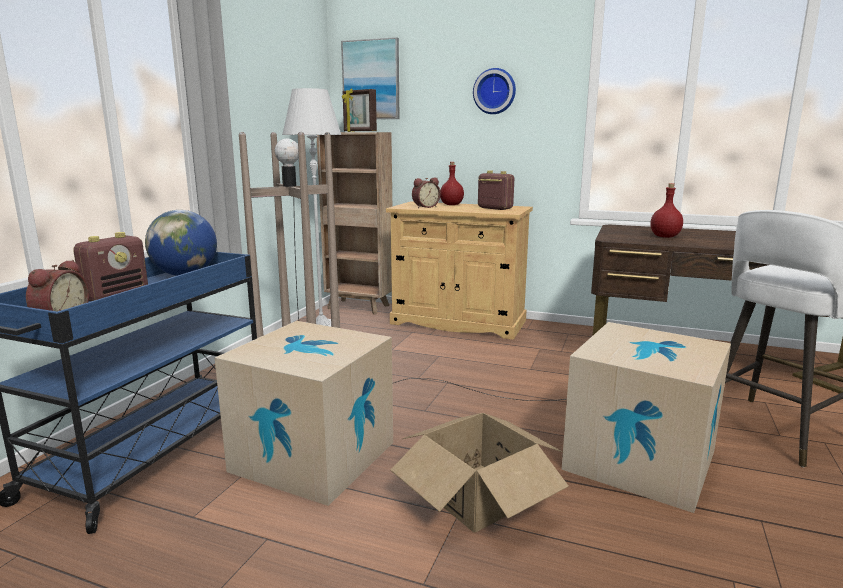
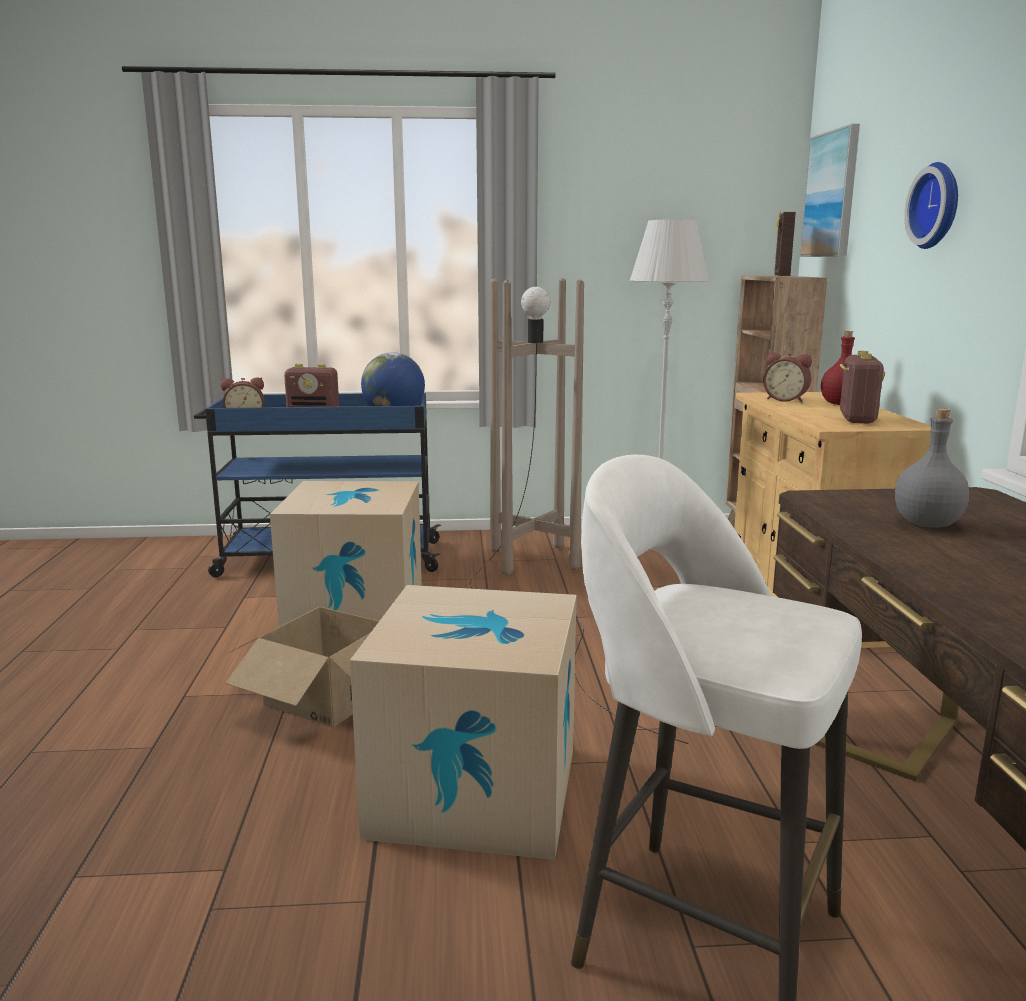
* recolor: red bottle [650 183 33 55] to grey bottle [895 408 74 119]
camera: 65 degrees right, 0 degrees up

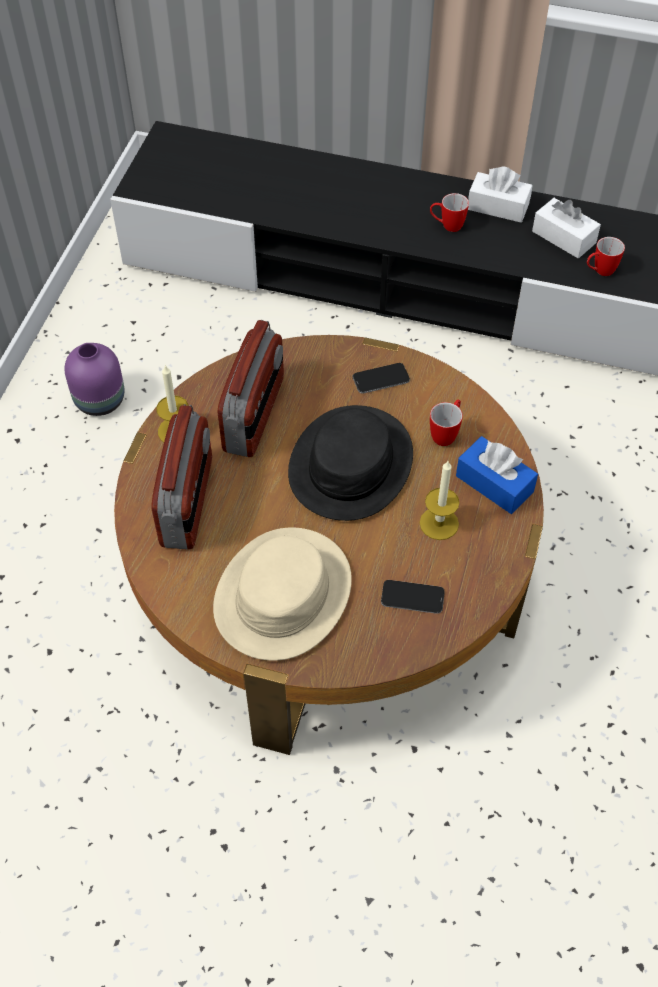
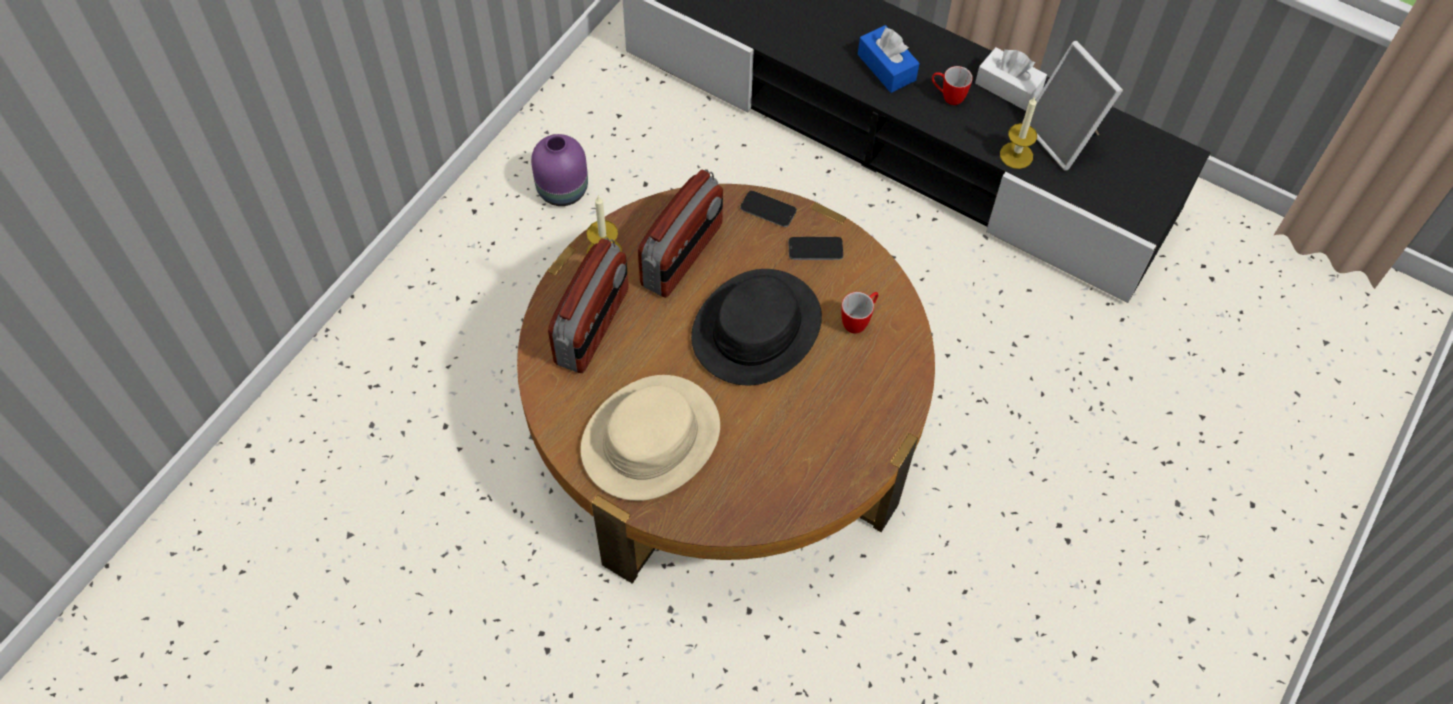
* move: phone [381 580 64 34] to [740 191 57 36]
* move: candle [420 461 40 79] to [1000 96 37 73]
* move: blue tissue box [456 436 82 78] to [858 25 62 68]
* replace: white tissue box [532 198 69 60] to picture frame [1022 41 101 130]
* delete: mug [587 237 38 39]
camera: 15 degrees right, 5 degrees up

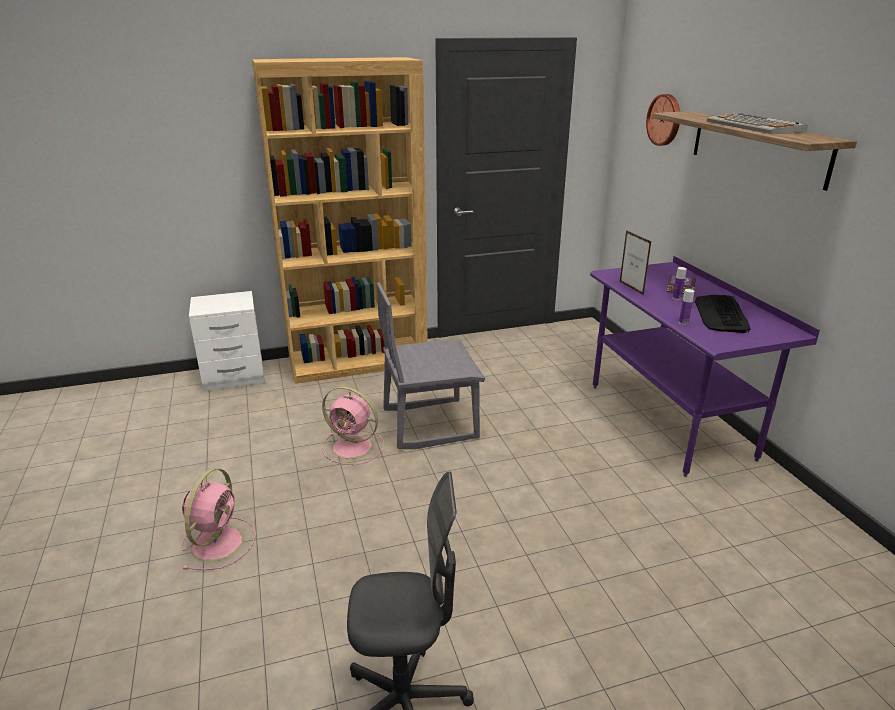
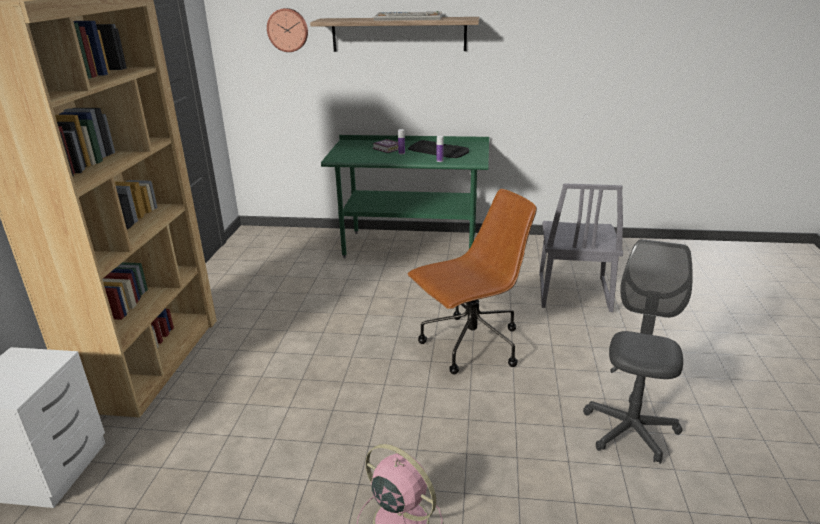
* delete: pink fan [322 386 62 79]
* move: grey chair [377 282 108 167] to [539 183 84 129]
* recolor: purple desk [590 256 230 221] to green desk [321 135 168 123]
* delete: picture frame [620 230 32 65]
* insert: brown office chair [408 189 129 185]
camera: 65 degrees left, 0 degrees up

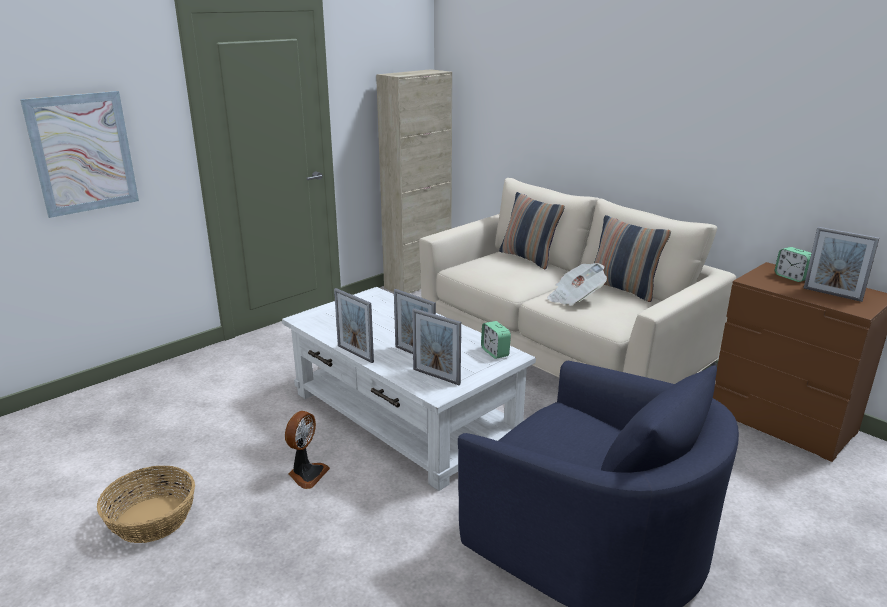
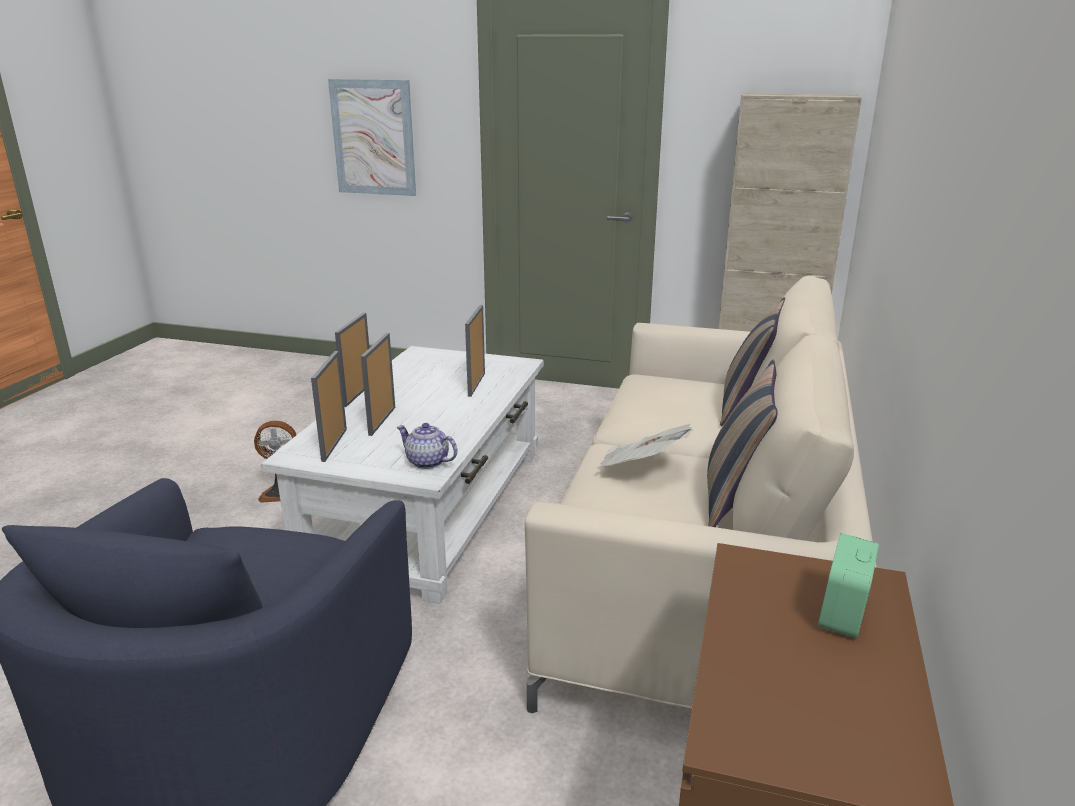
* delete: basket [97 466 98 77]
* replace: alarm clock [481 321 30 38] to teapot [397 423 60 46]
* move: picture frame [803 227 76 75] to [465 305 20 92]
camera: 60 degrees right, 0 degrees up

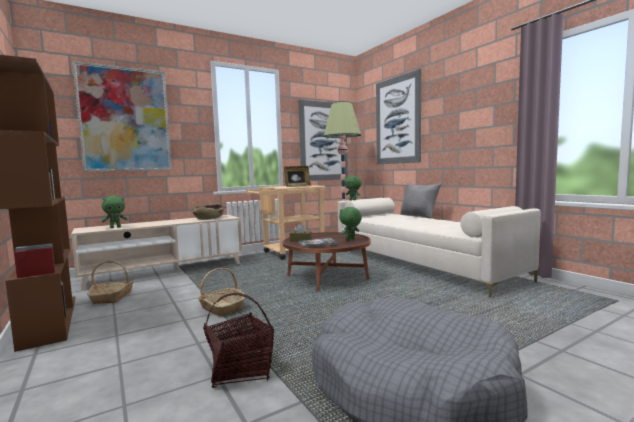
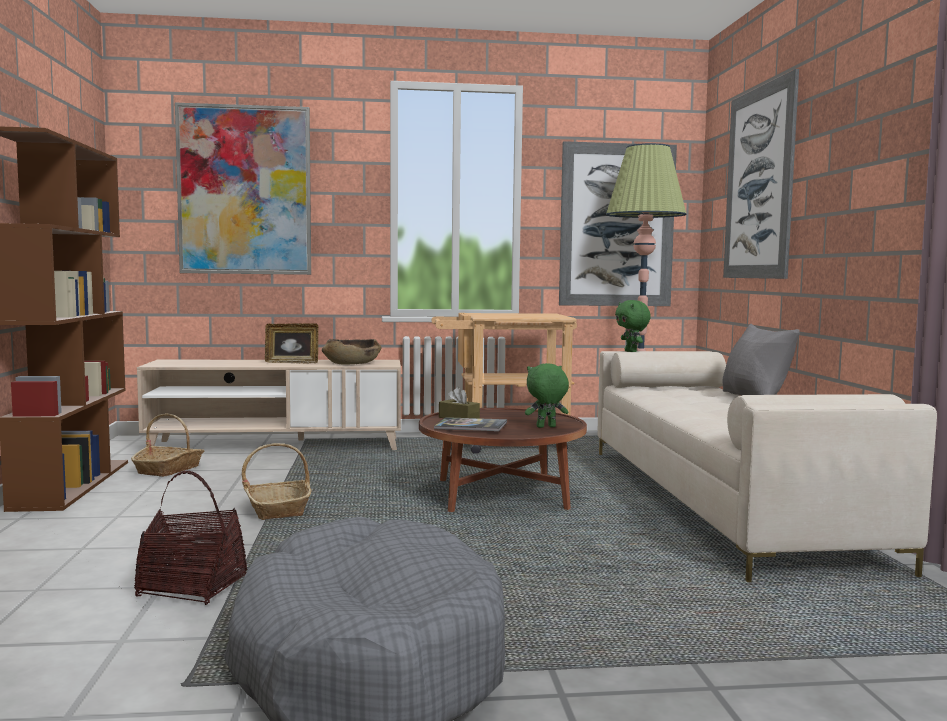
* delete: green plush toy [102 196 26 32]
* move: picture frame [284 166 27 21] to [265 323 53 41]
camera: 25 degrees right, 0 degrees up

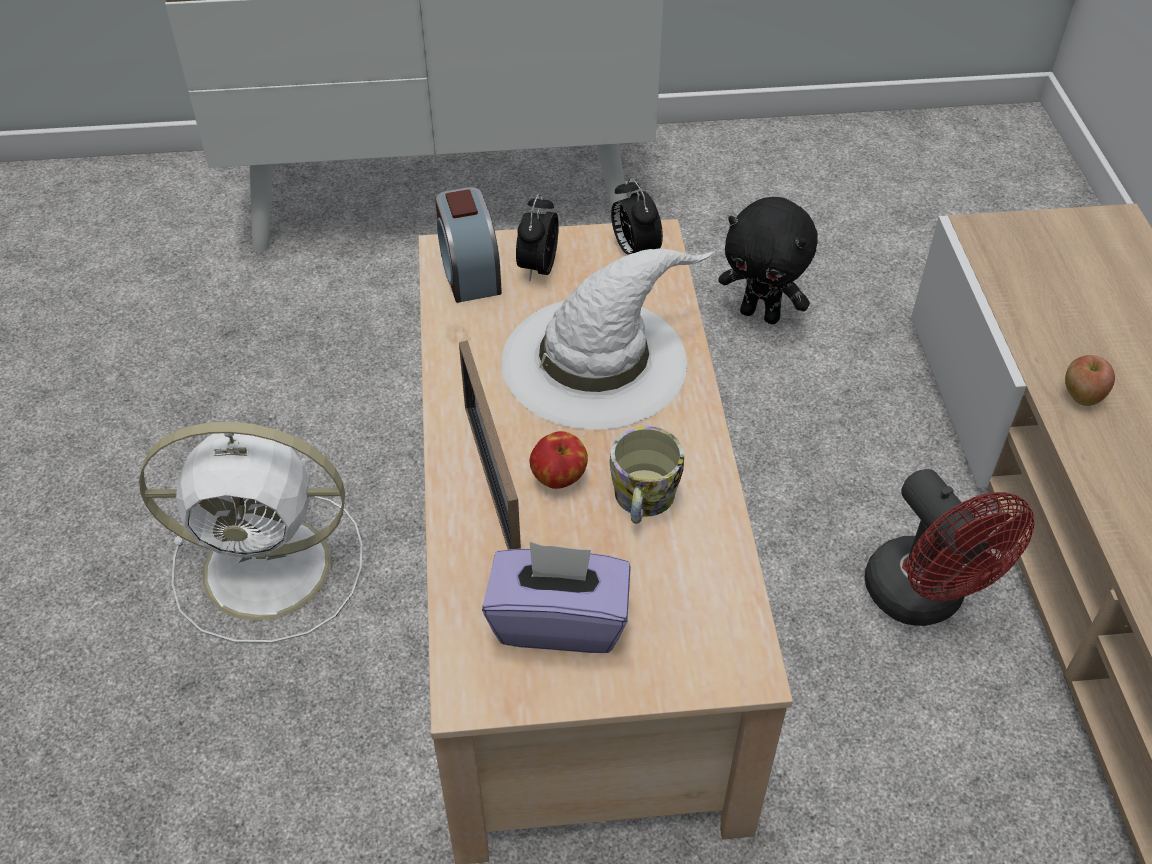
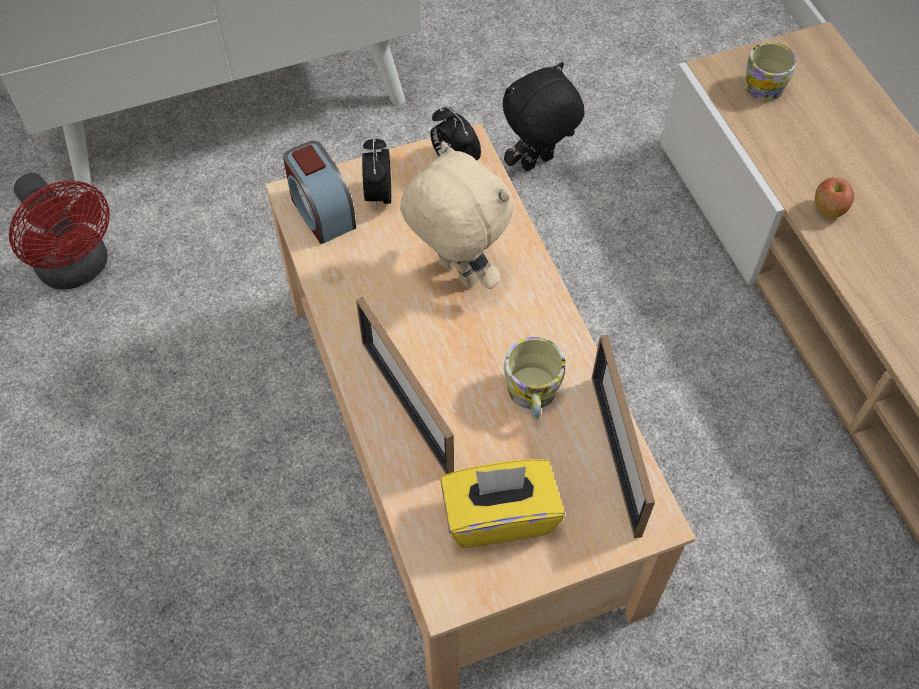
* delete: white fan [139 422 224 221]
* recolor: purple tissue box [482 542 149 111] to yellow tissue box [441 459 124 89]
* replace: white hat [502 249 214 181] to beige plush toy [400 142 114 147]
* delete: apple [530 431 58 58]
* rotate: black plush toy [718 197 100 127] = [503 62 82 109] 135 degrees clockwise
* move: red fan [865 469 169 157] to [9 173 101 117]
* insert: picture frame [591 335 64 203]
* insert: mug [745 42 52 59]
camera: 15 degrees left, 10 degrees up

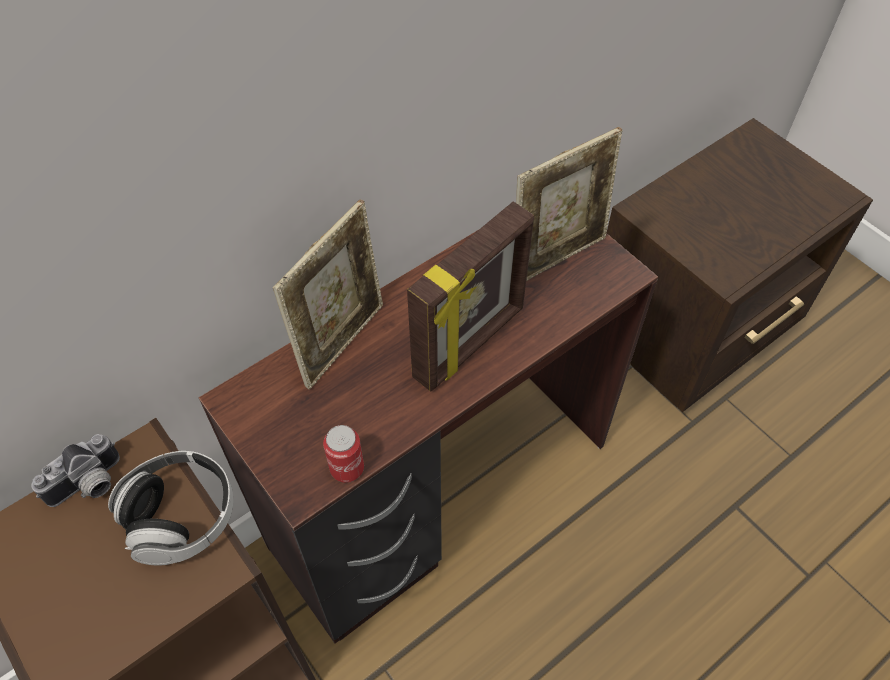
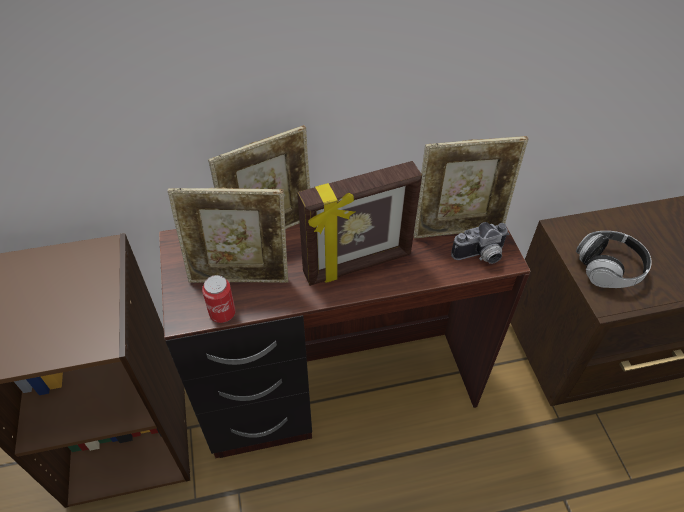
* move: photo camera [31 434 89 73] to [451 222 58 42]
* move: headphones [108 451 125 115] to [576 231 76 57]
* insert: picture frame [168 187 120 96]
camera: 25 degrees right, 5 degrees down

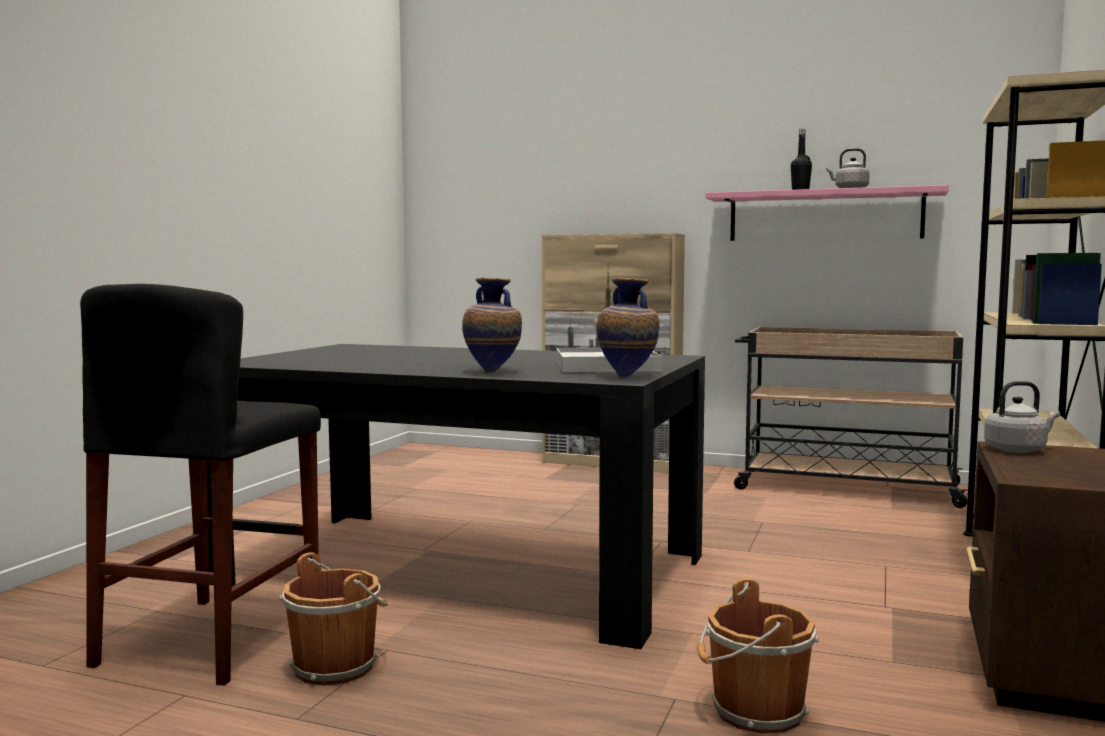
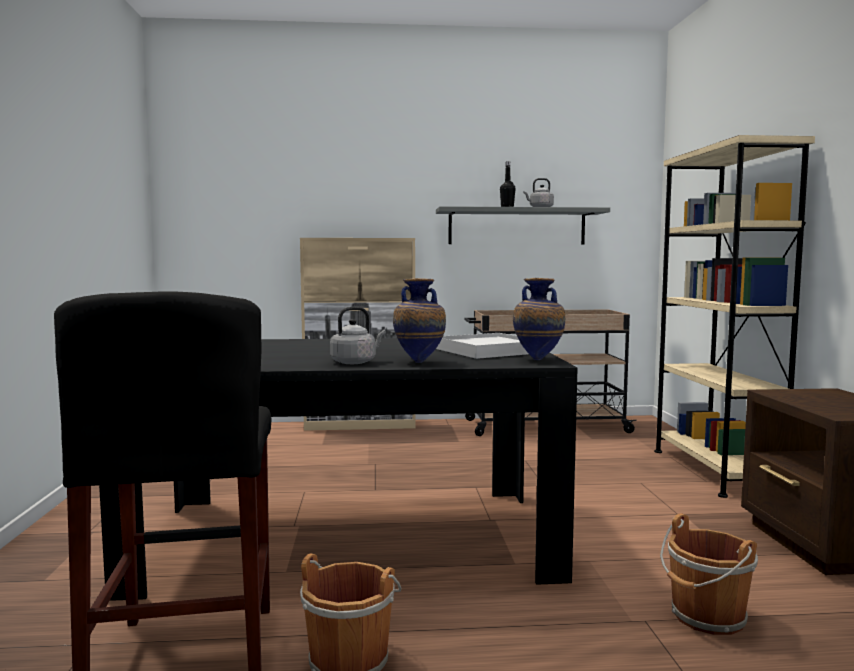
* recolor: pink shelf [706 185 243 56] to grey shelf [436 206 174 39]
* move: grey kettle [984 381 76 72] to [330 307 56 57]
camera: 25 degrees left, 0 degrees up

